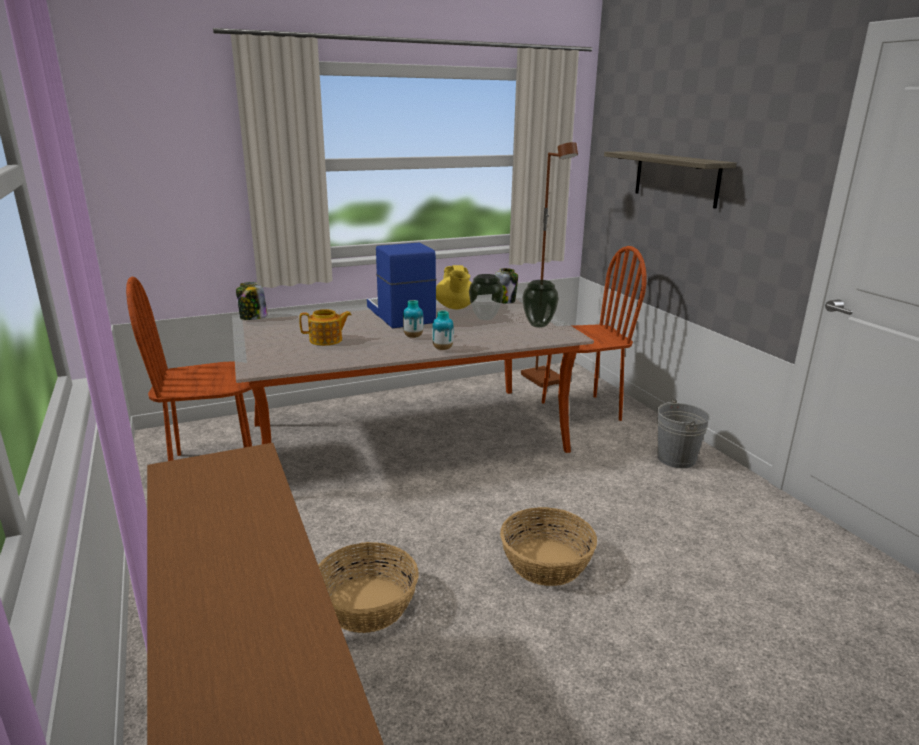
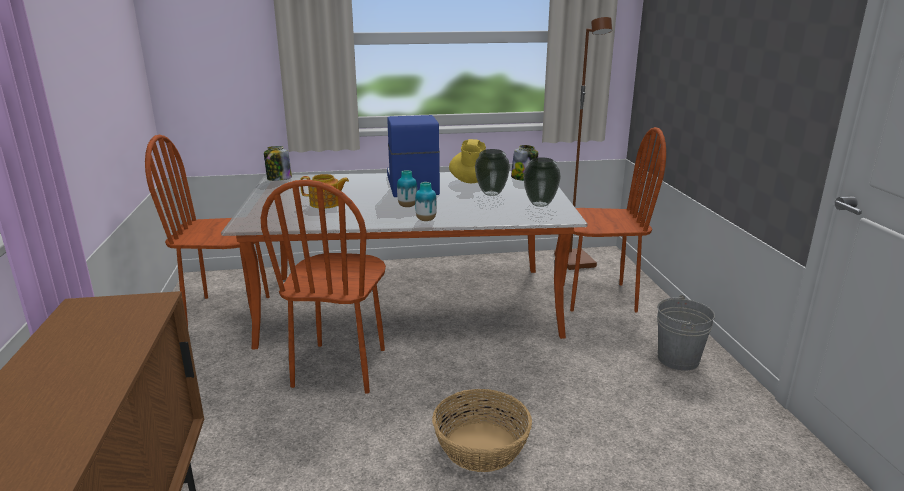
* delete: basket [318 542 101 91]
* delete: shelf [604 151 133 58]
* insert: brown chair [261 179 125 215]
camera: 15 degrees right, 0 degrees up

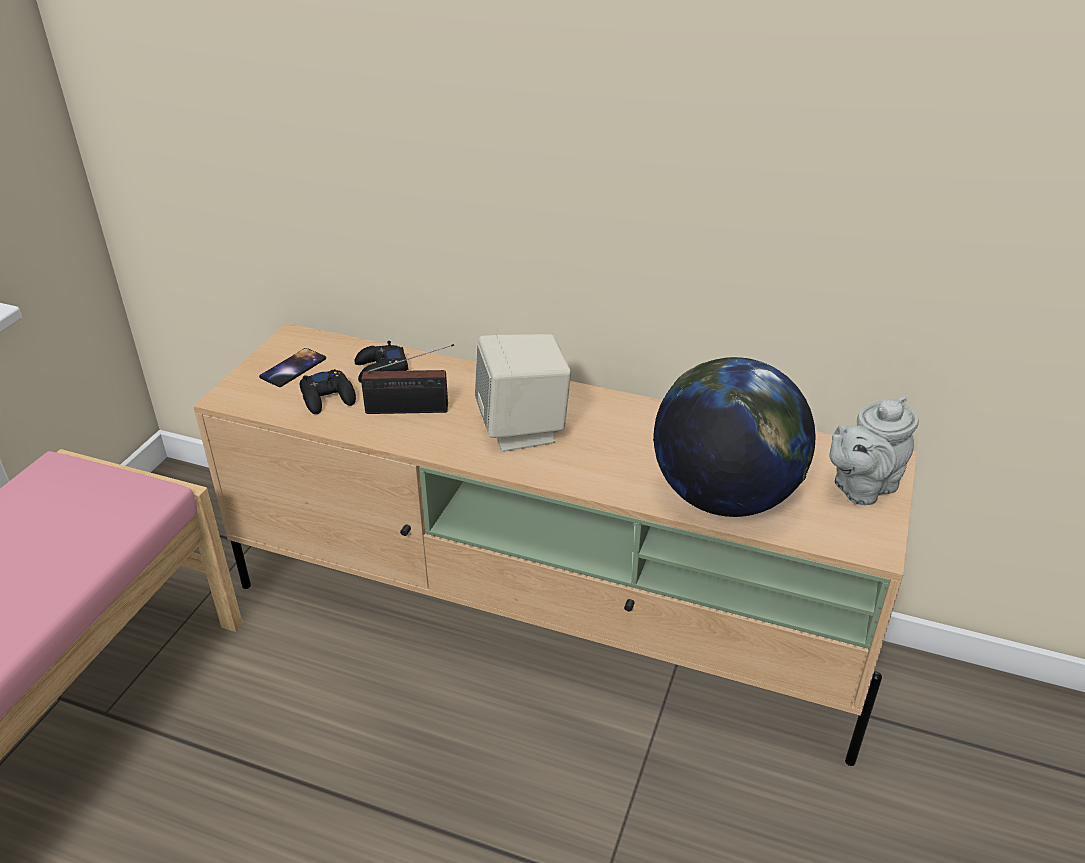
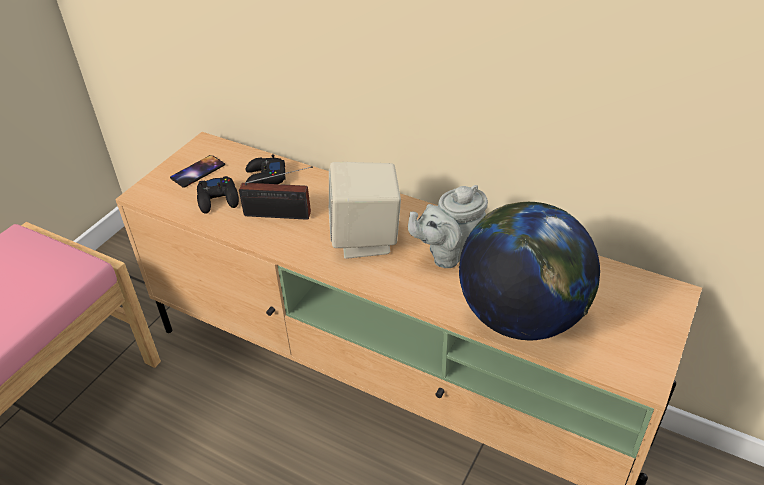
* move: grey teapot [829 397 90 108] to [408 185 80 83]
camera: 10 degrees right, 5 degrees up

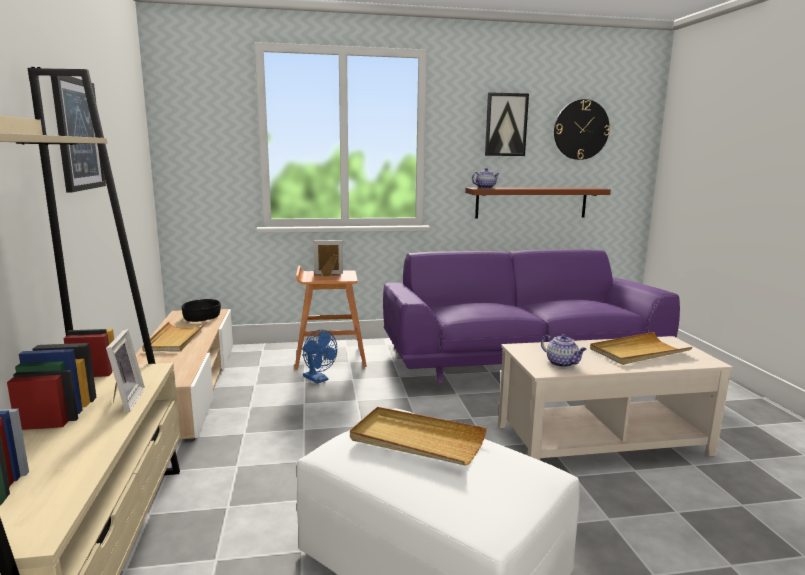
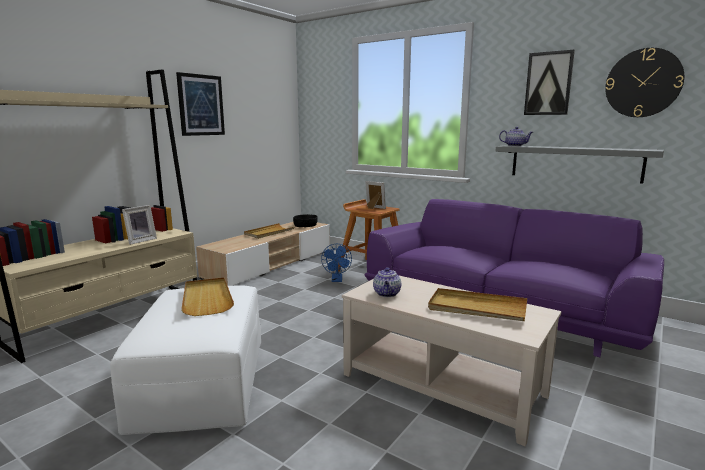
* recolor: brown shelf [465 187 146 31] to grey shelf [496 145 168 39]
camera: 45 degrees right, 0 degrees up

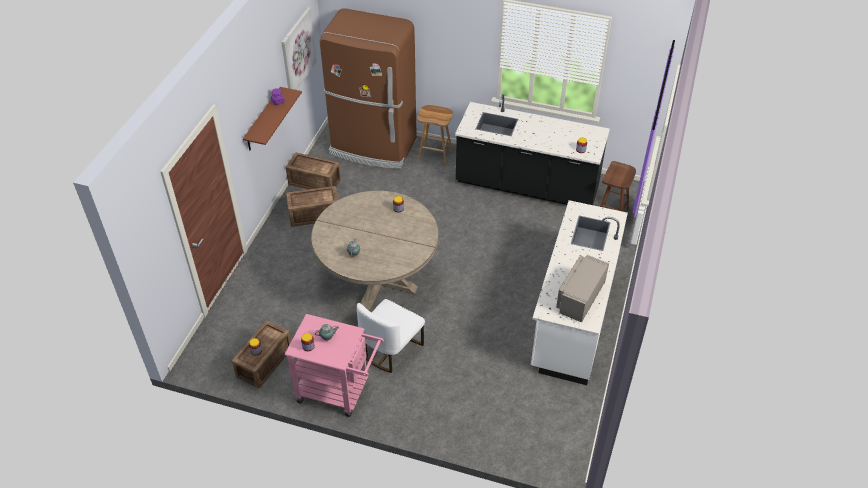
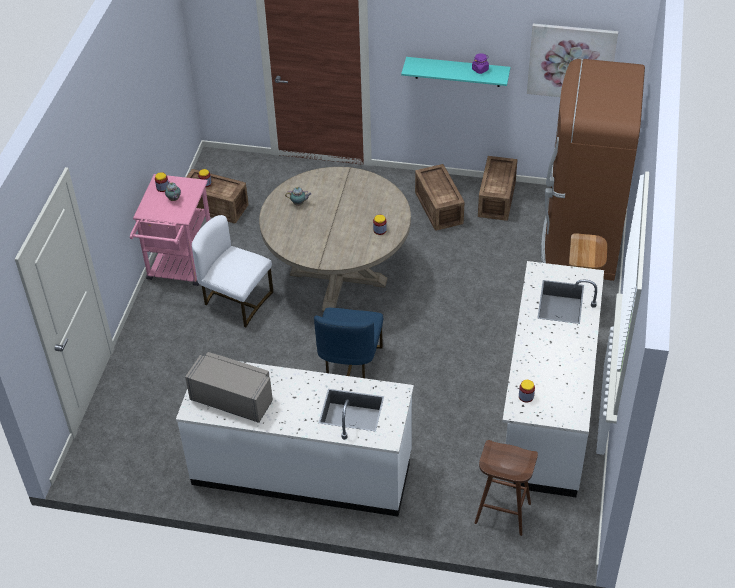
* recolor: brown shelf [243 87 59 64] to turquoise shelf [401 57 109 30]
* recolor: black counter [455 94 155 111] to white counter [502 261 102 236]
* insert: blue chair [314 308 69 70]
camera: 85 degrees right, 0 degrees up

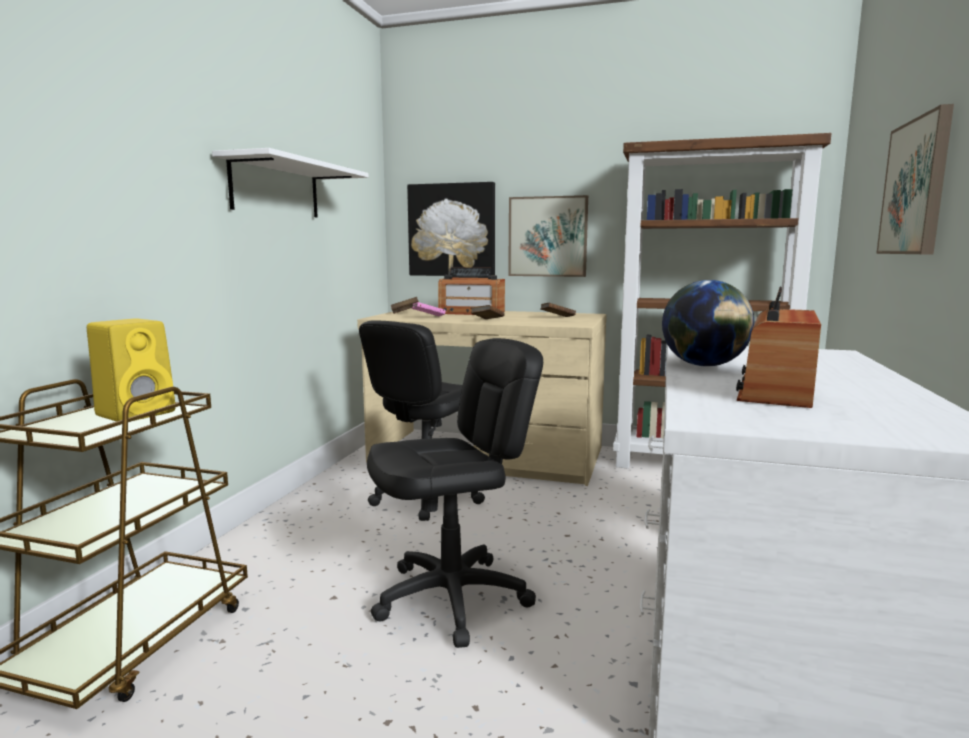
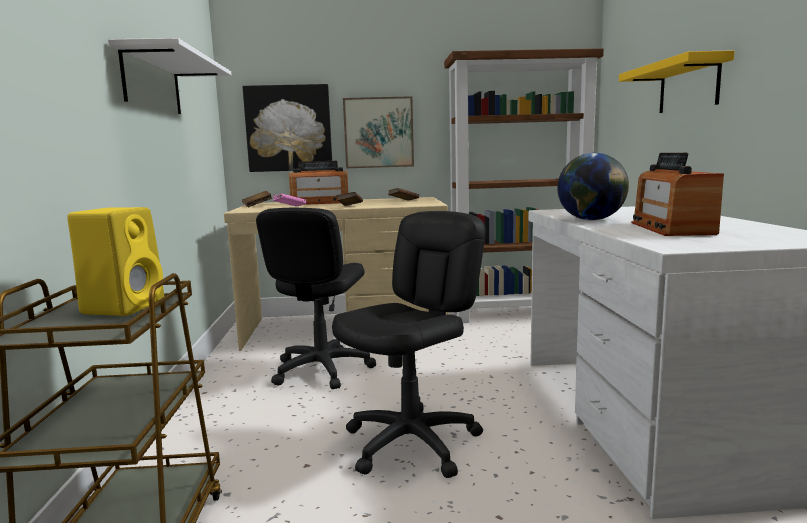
* replace: picture [876 104 78 150] to yellow shelf [619 50 116 63]
camera: 20 degrees left, 0 degrees up

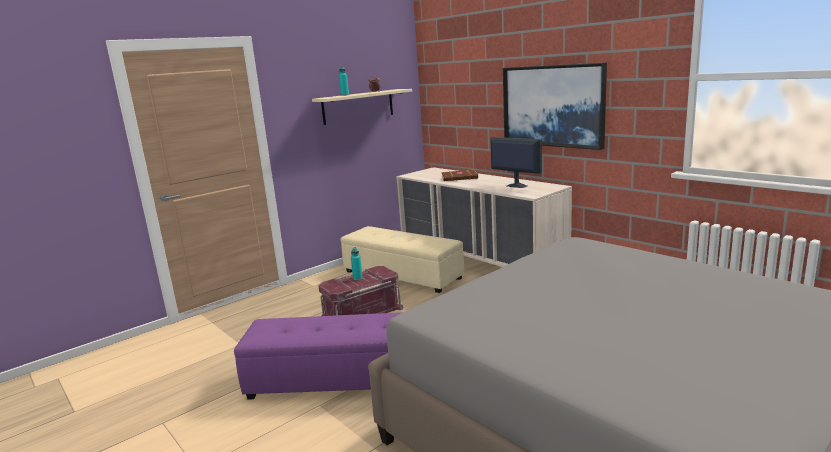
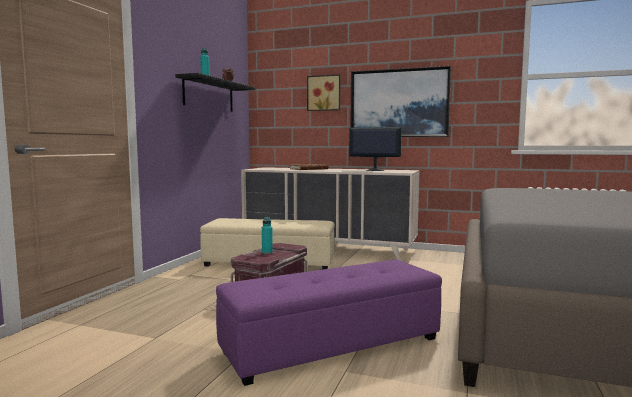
* recolor: beige shelf [312 89 100 36] to black shelf [175 73 80 39]
* insert: picture [307 74 34 37]
camera: 30 degrees left, 10 degrees down

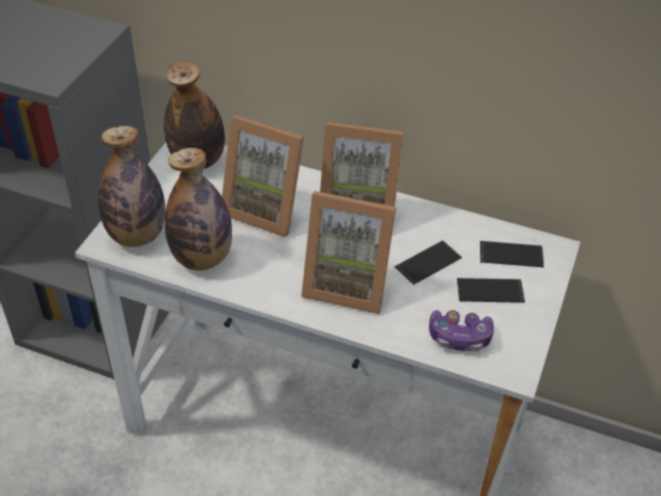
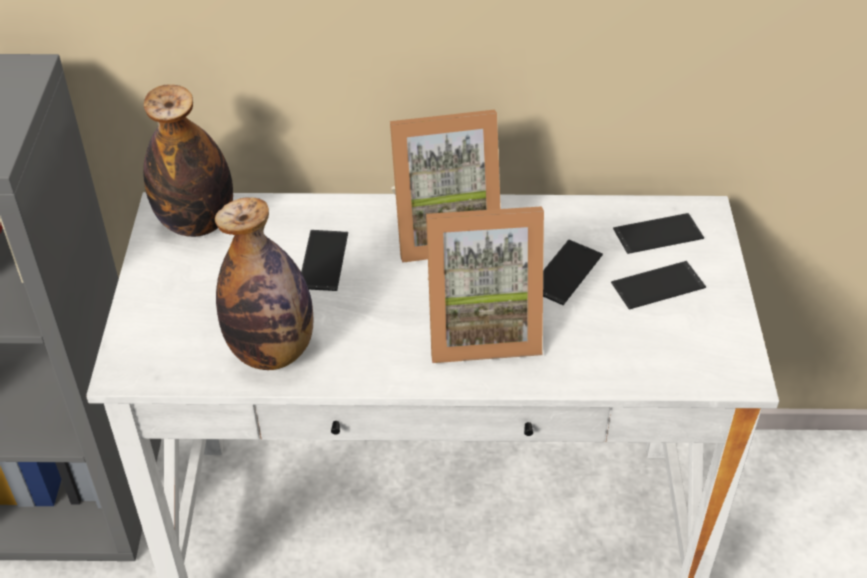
* delete: bottle [98 126 67 121]
* replace: picture frame [222 115 82 122] to phone [301 230 47 61]
* delete: game controller [429 310 65 42]
camera: 20 degrees left, 0 degrees up

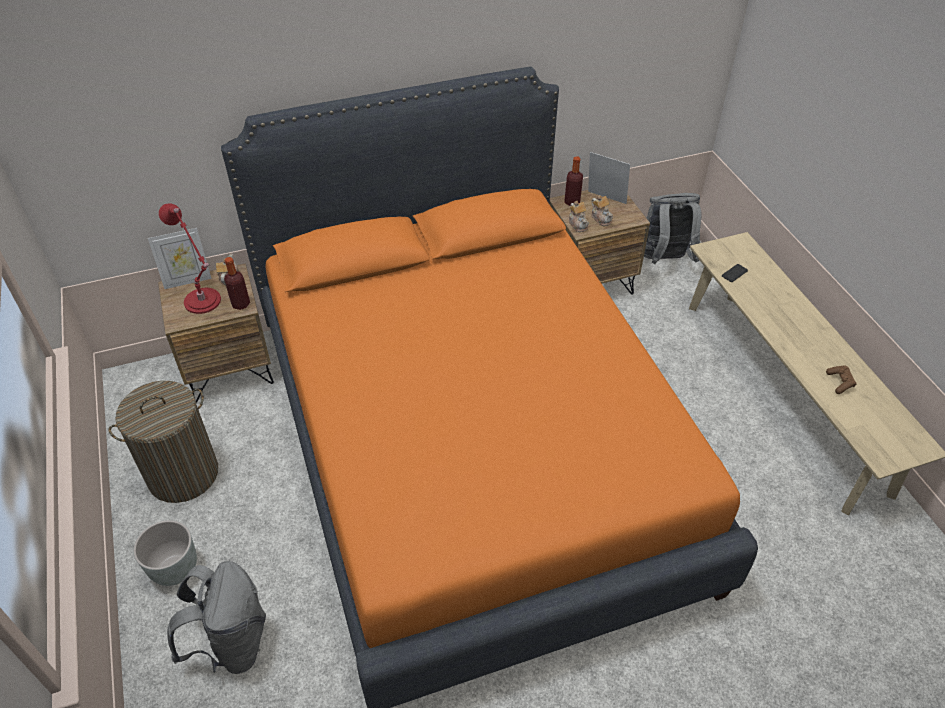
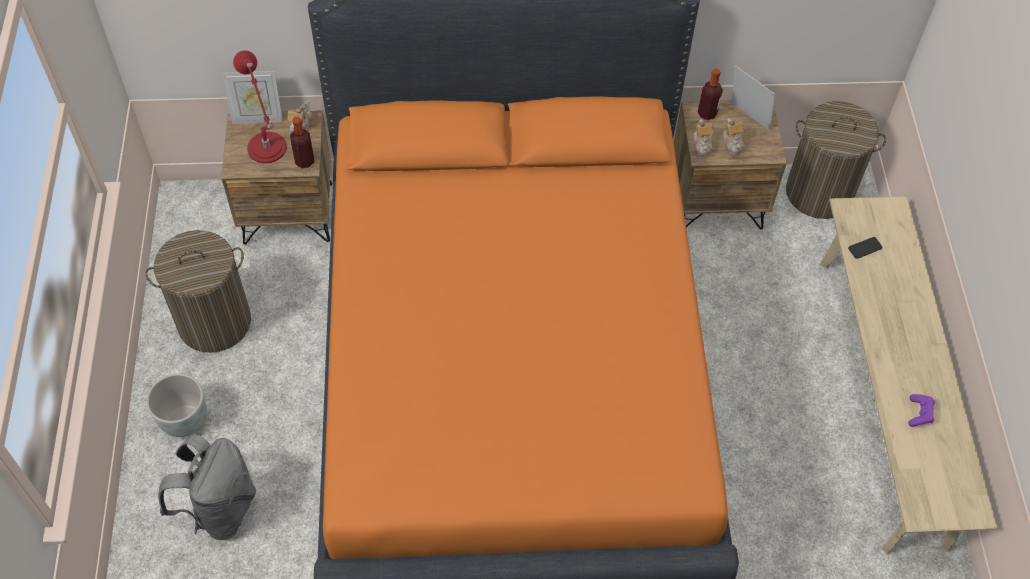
* replace: grey backpack [644 193 57 71] to laundry basket [786 101 100 118]
* recolor: brown game controller [826 365 31 29] to purple game controller [908 394 27 33]
camera: 15 degrees right, 10 degrees up

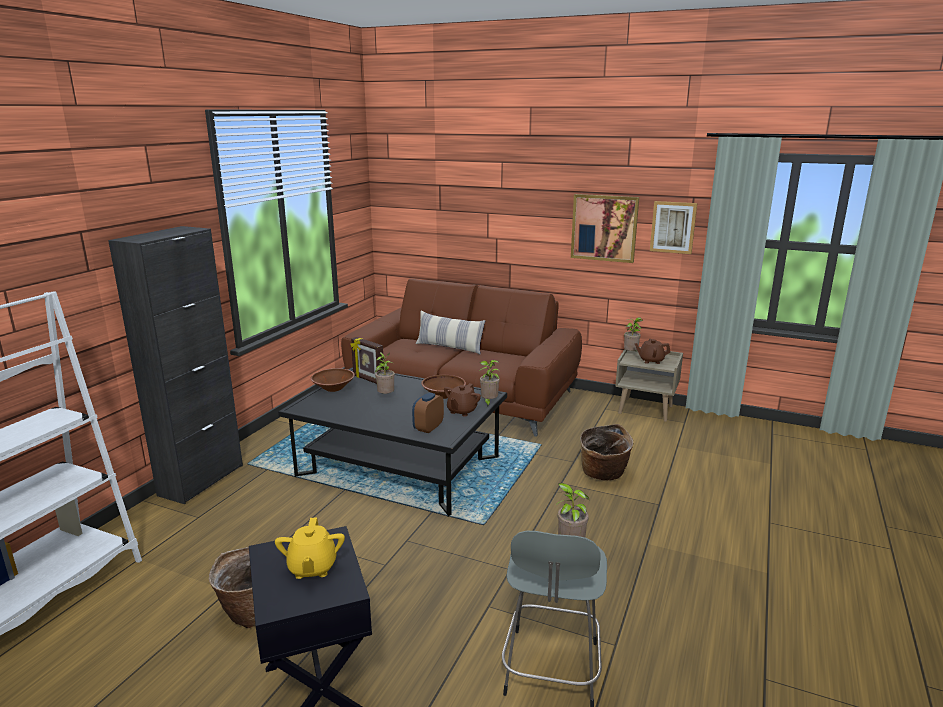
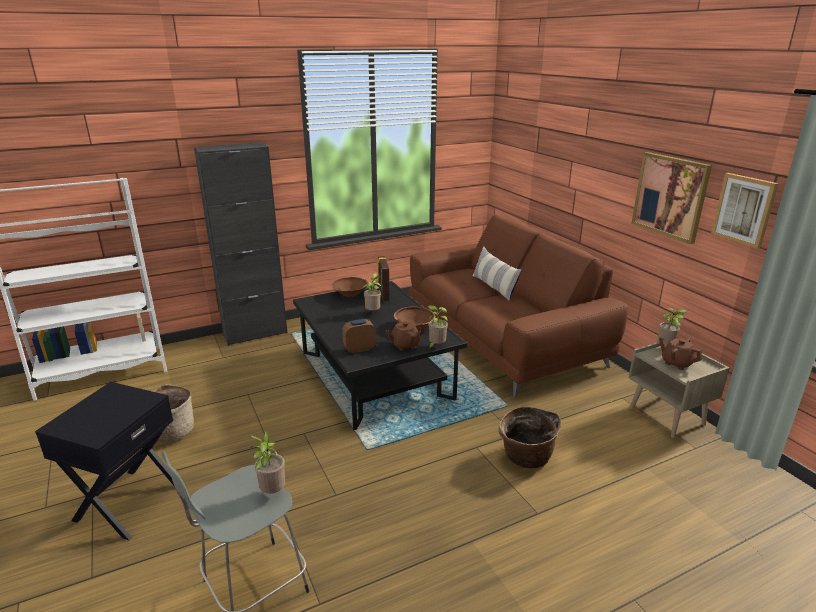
* delete: yellow teapot [275 518 70 61]
camera: 40 degrees right, 5 degrees up

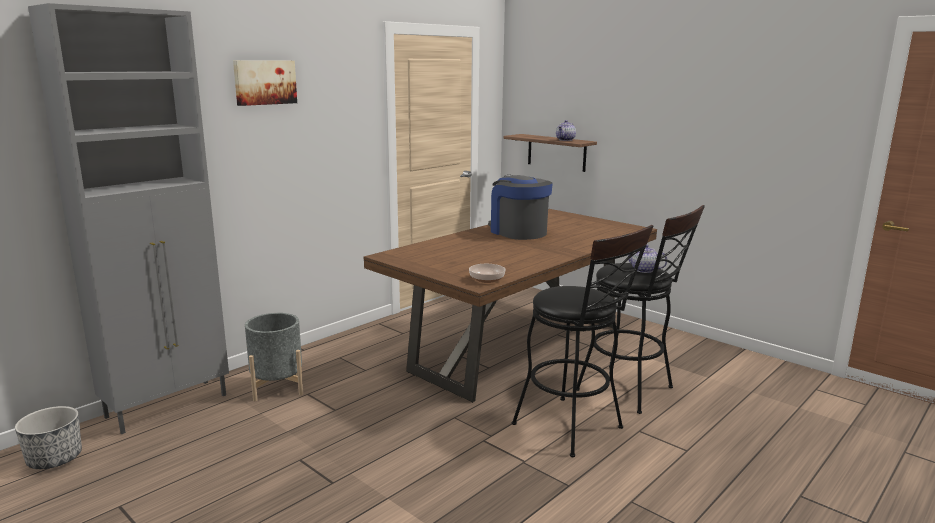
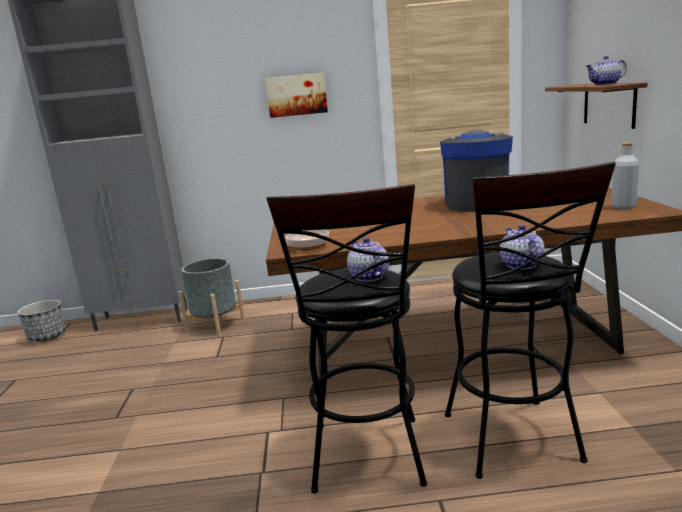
* move: picture [233 60 64 46] to [265 73 63 45]
* insert: teapot [347 237 42 45]
* insert: grey bottle [611 142 28 67]
camera: 45 degrees right, 0 degrees up

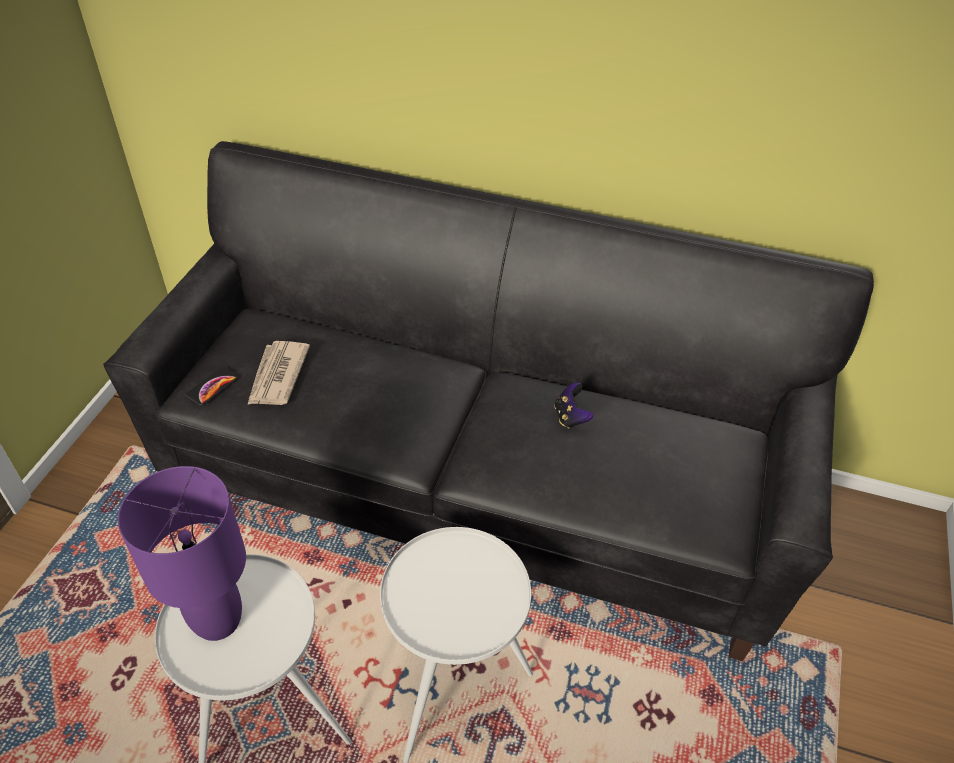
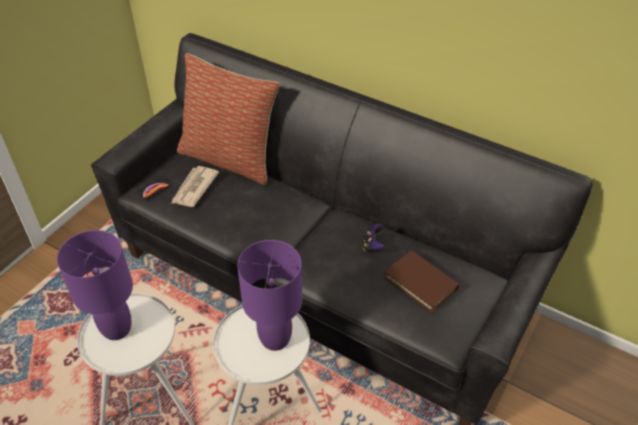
* insert: pillow [177 53 103 132]
* insert: purple table lamp [237 240 65 111]
* insert: brown book [384 250 75 63]
camera: 15 degrees right, 0 degrees up

